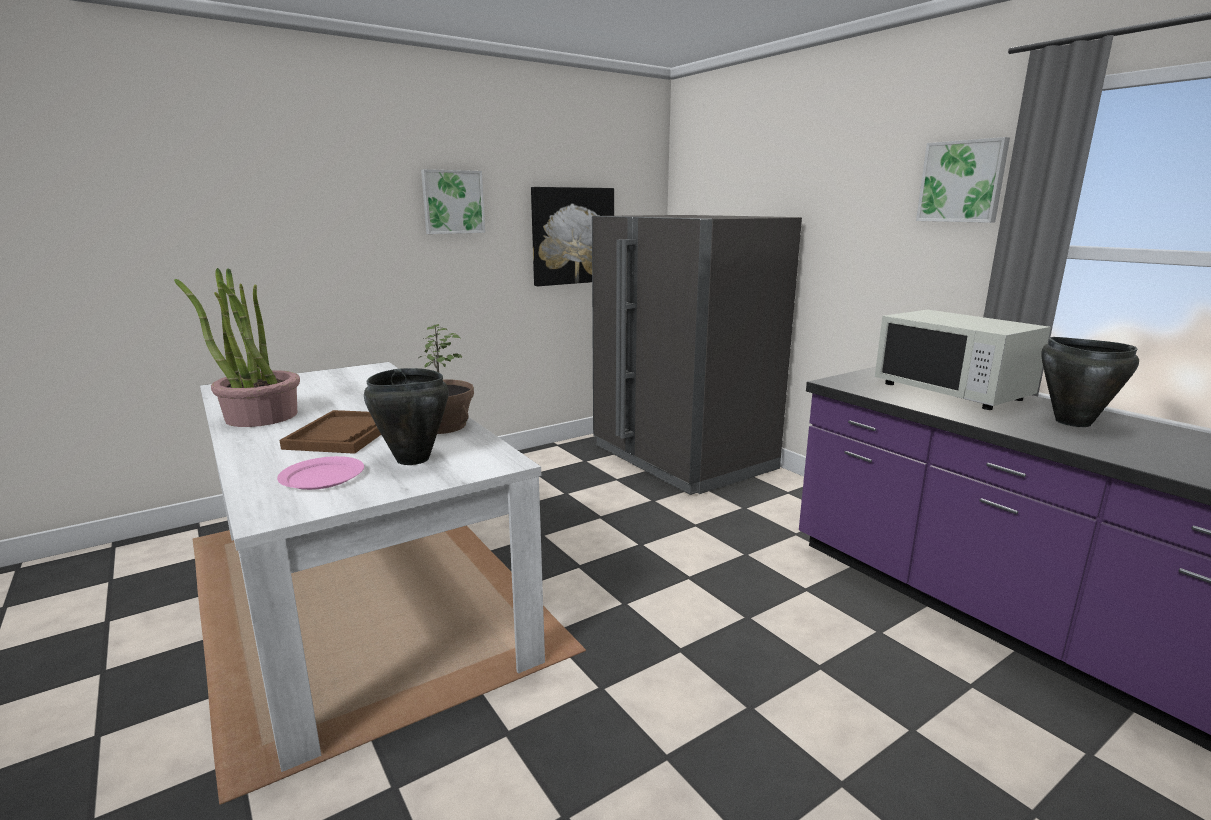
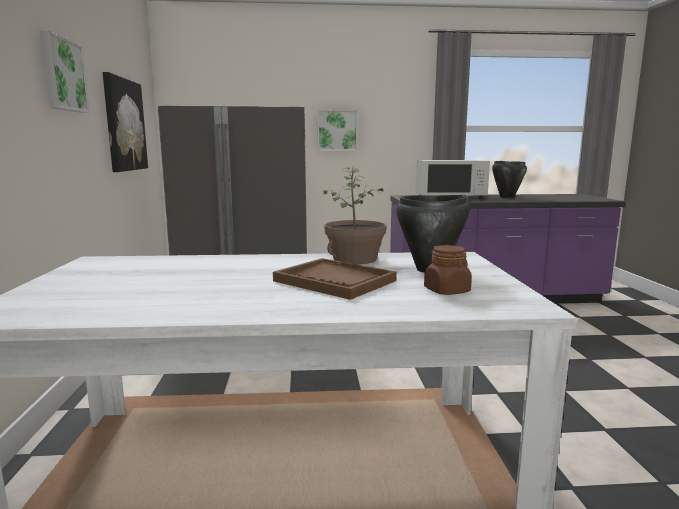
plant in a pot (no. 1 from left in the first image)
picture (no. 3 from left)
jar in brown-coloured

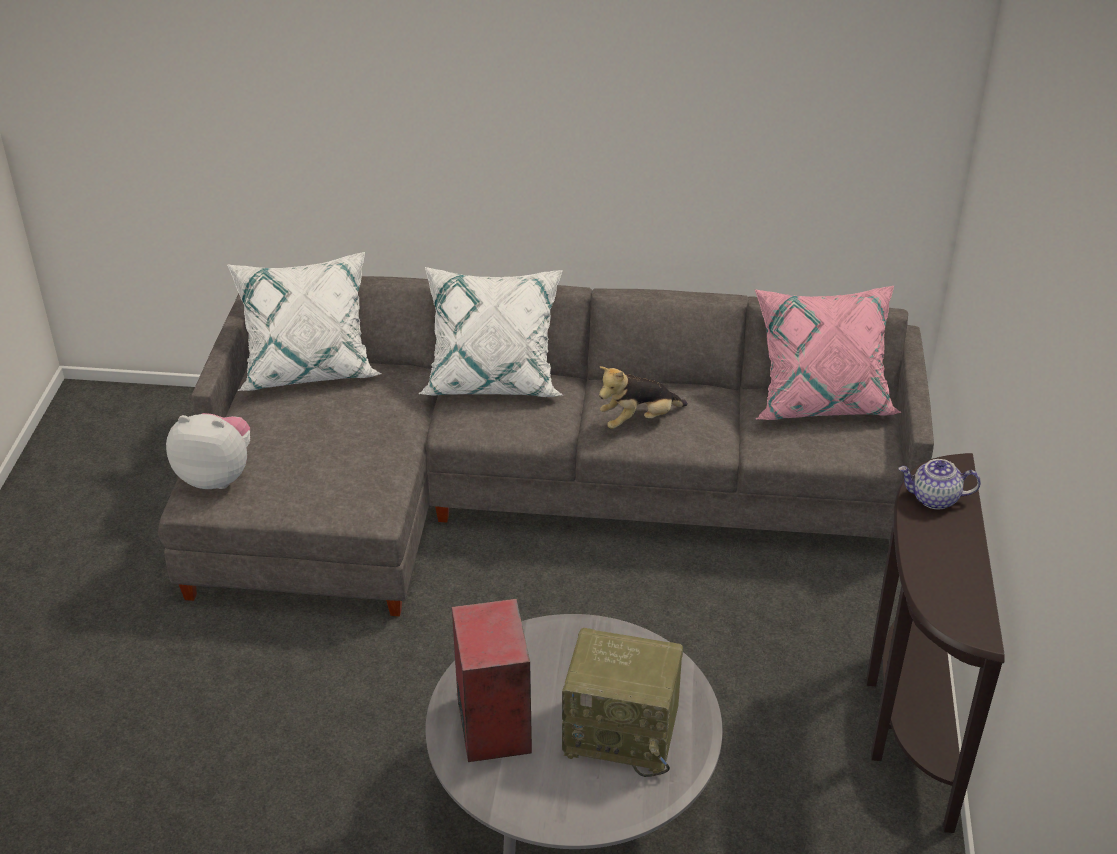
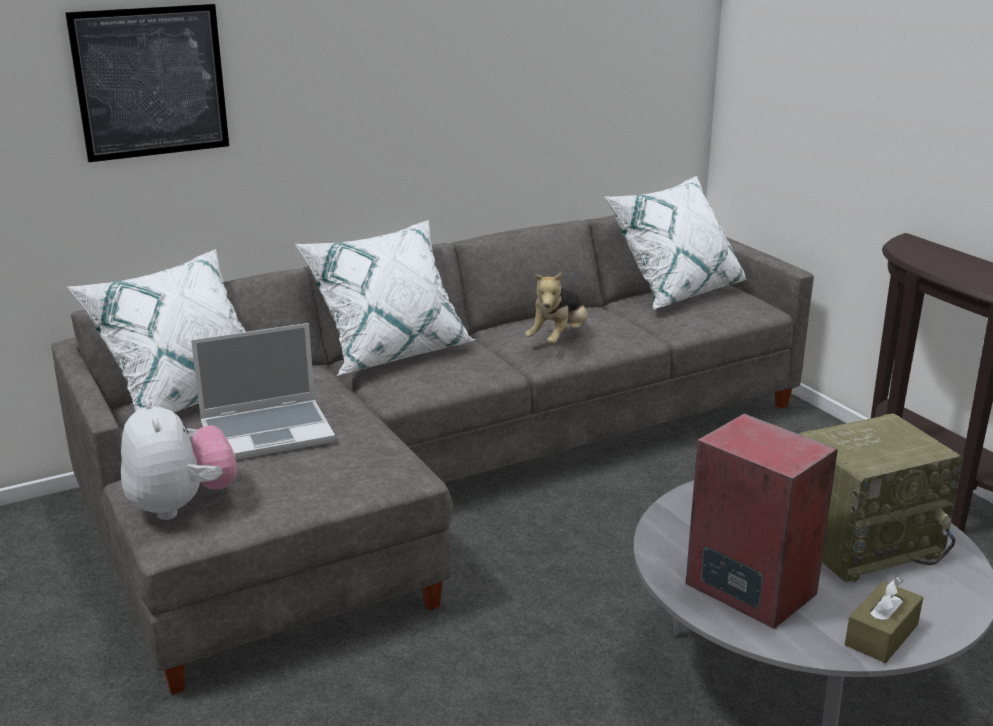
pot for tea
picture
portable computer
tissue box in brown-coloured
cushion in whitish (no. 3 from left)
soft toy (no. 1 from left)

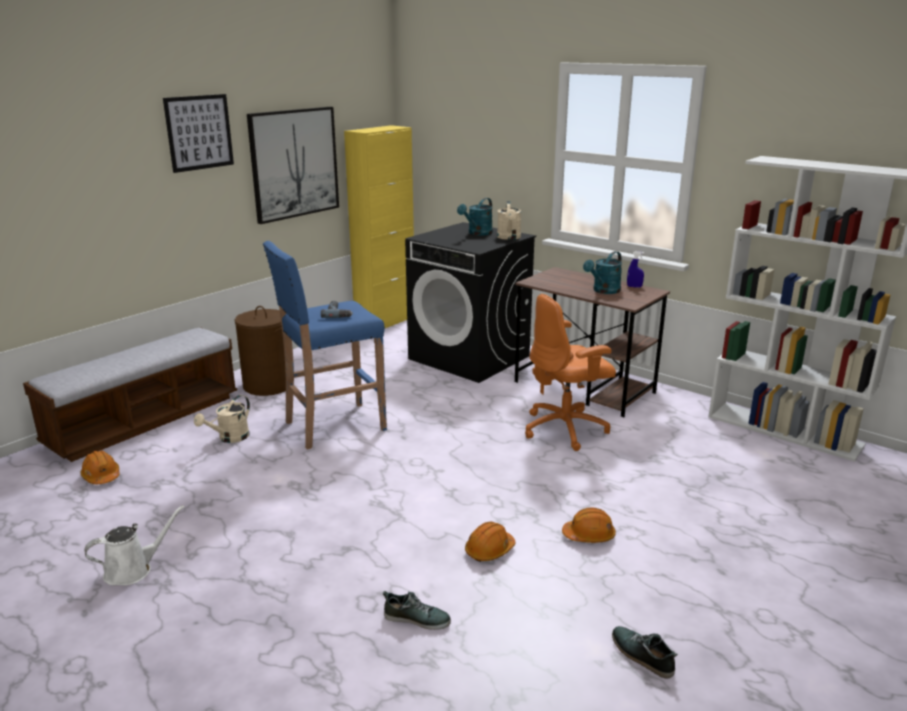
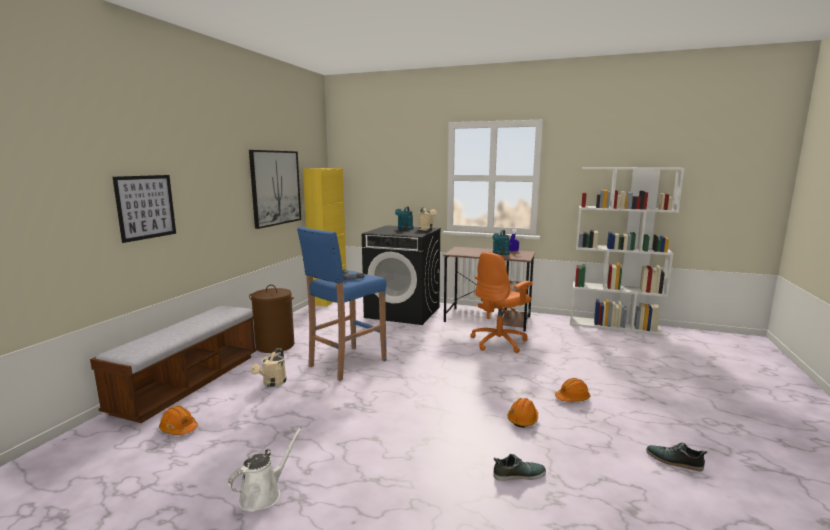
picture (no. 1 from left)

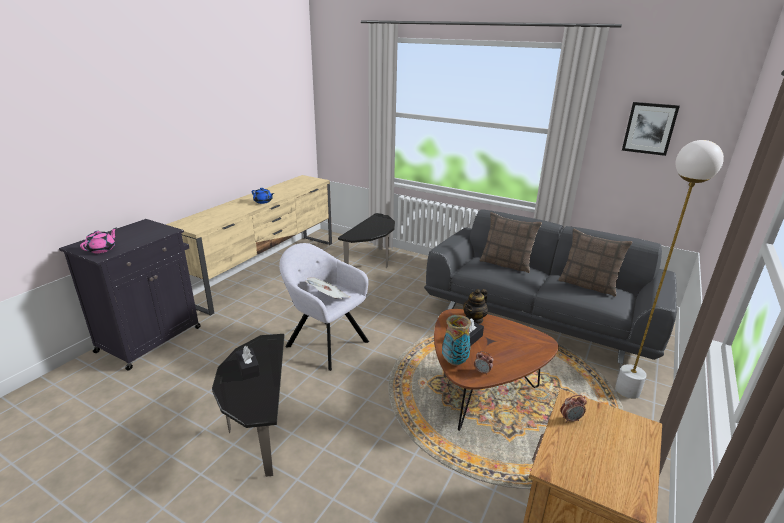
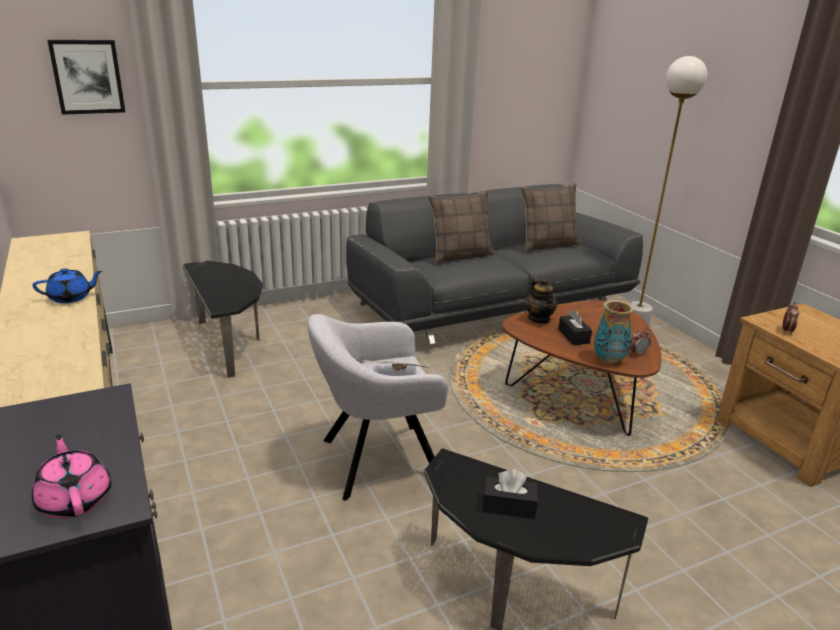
picture

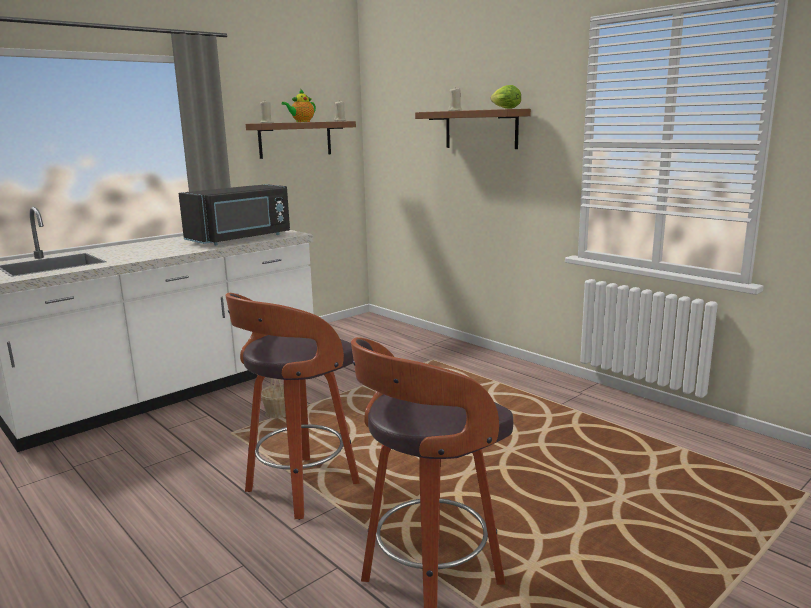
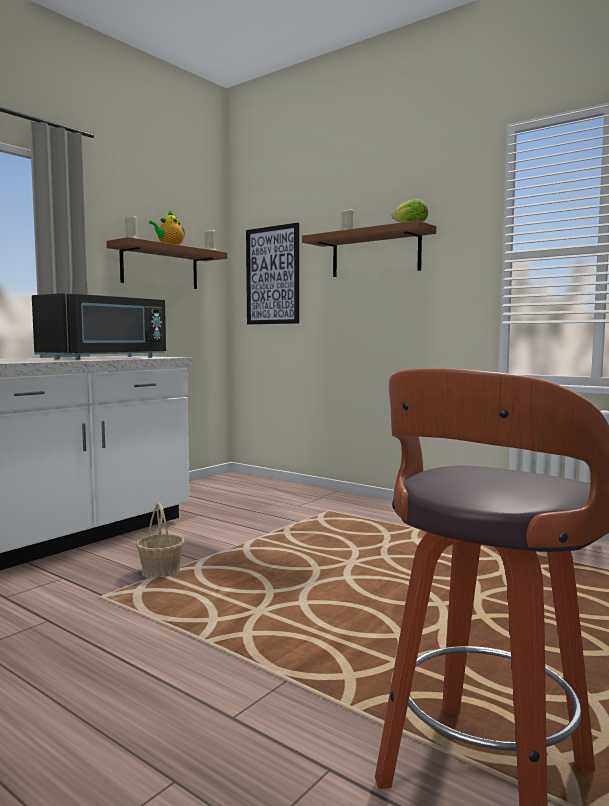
stool (no. 1 from left in the first image)
picture

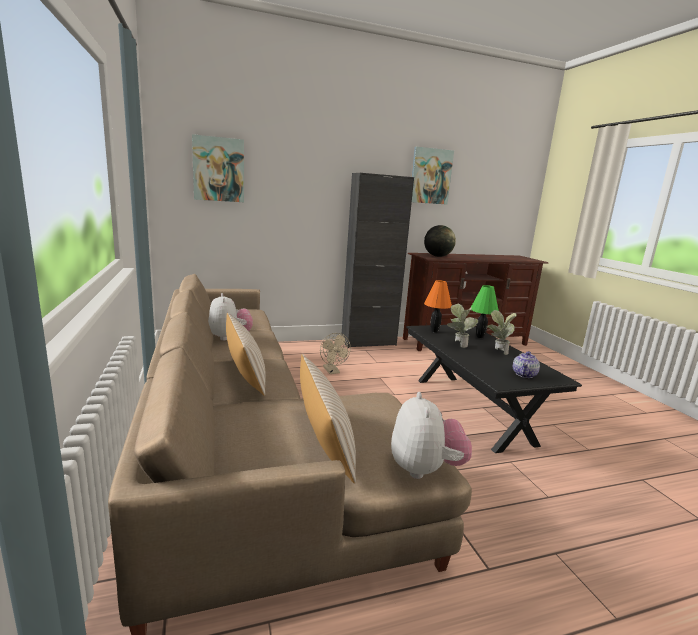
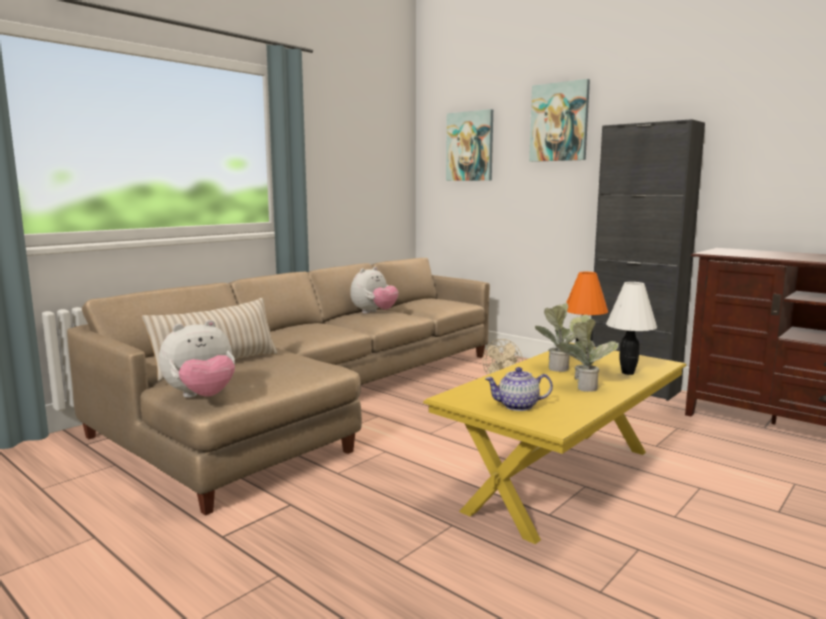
cushion in sand-coloured (no. 1 from left in the first image)
world globe
picture (no. 2 from left)
coffee table in yellowish
tabletop lamp in whitish

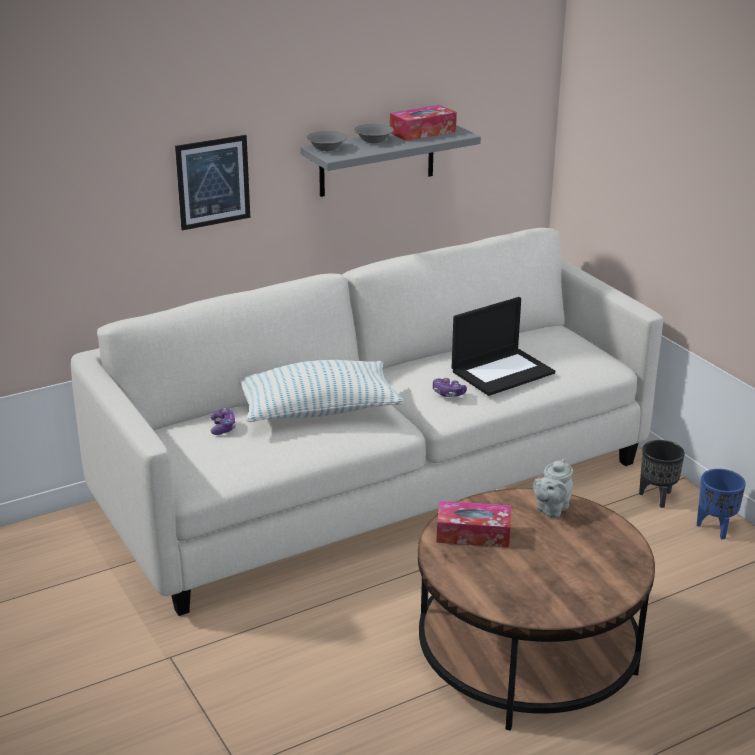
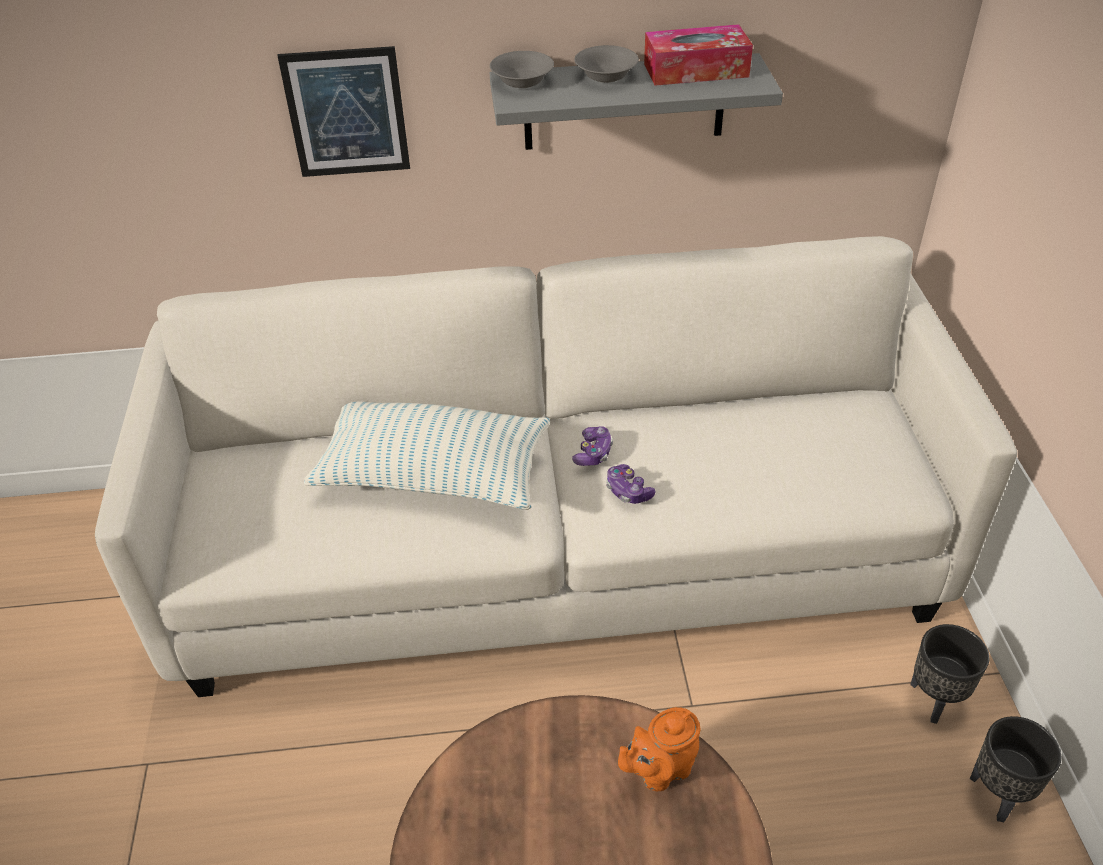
tissue box (no. 2 from left in the first image)
portable computer
gamepad (no. 1 from left)
pot for tea in orangey
plant pot in black-coloured (no. 2 from left)

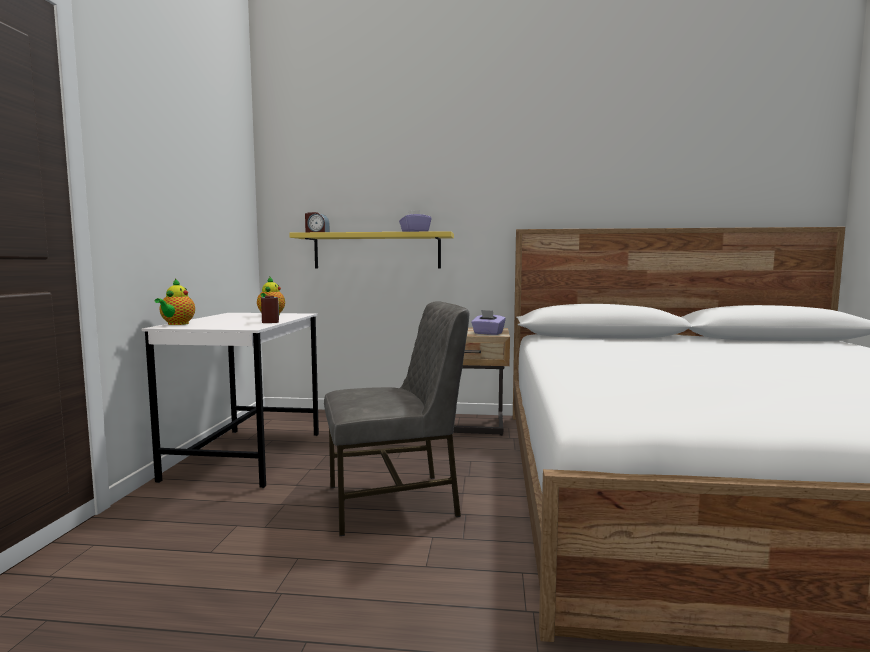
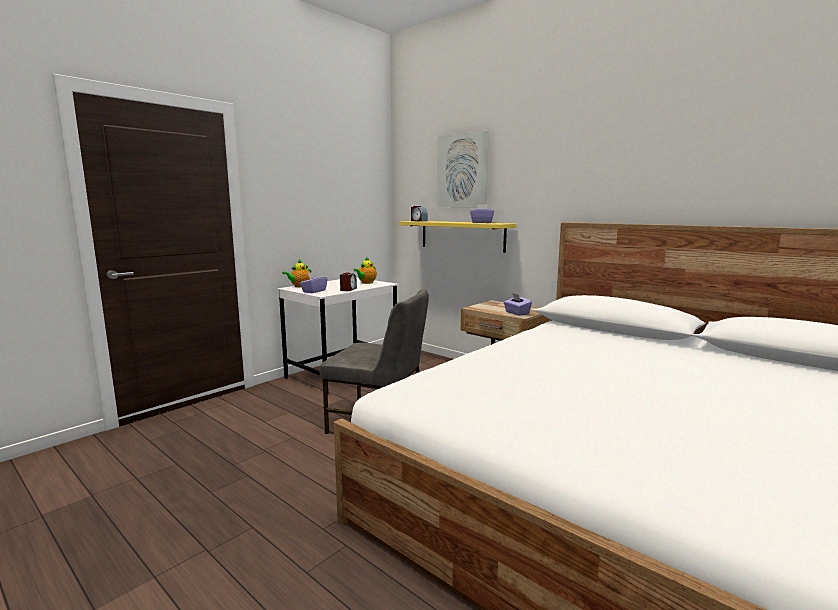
tissue box in purple (no. 1 from left)
picture

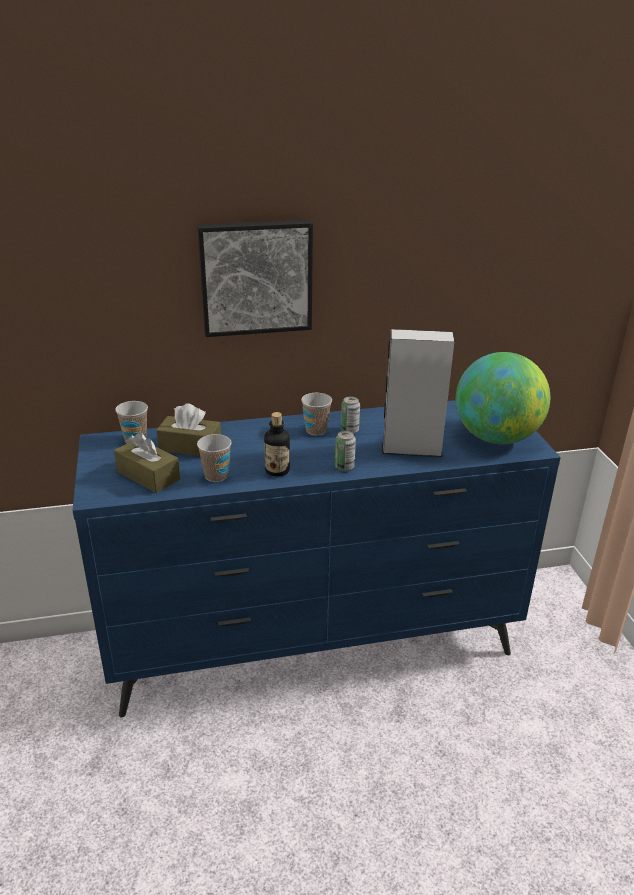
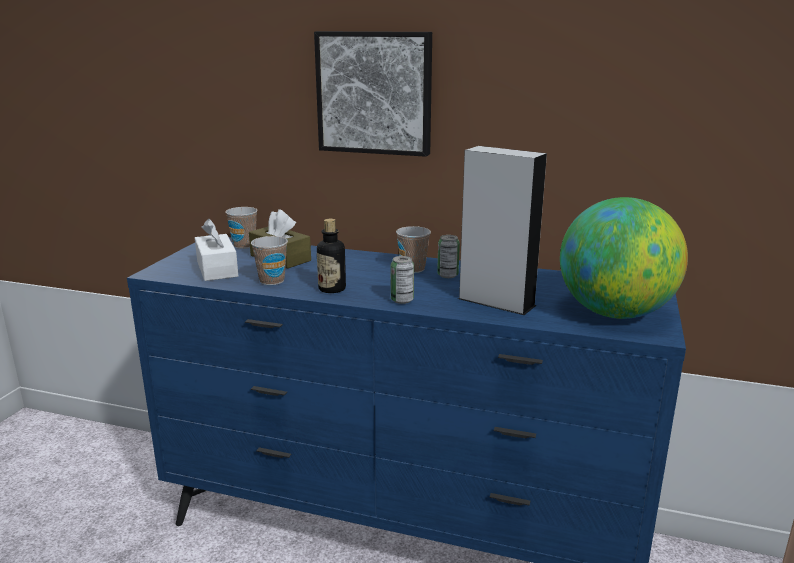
tissue box in whitish

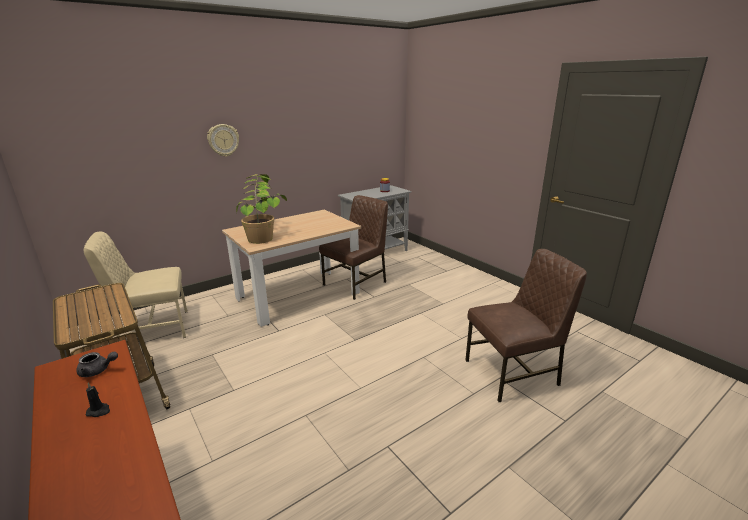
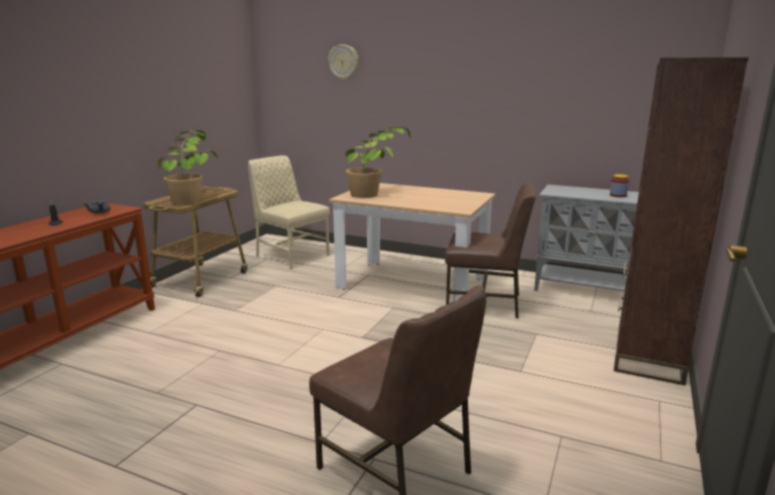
plant in a pot (no. 1 from left)
bookshelf in brown-coloured
clock on the wall

